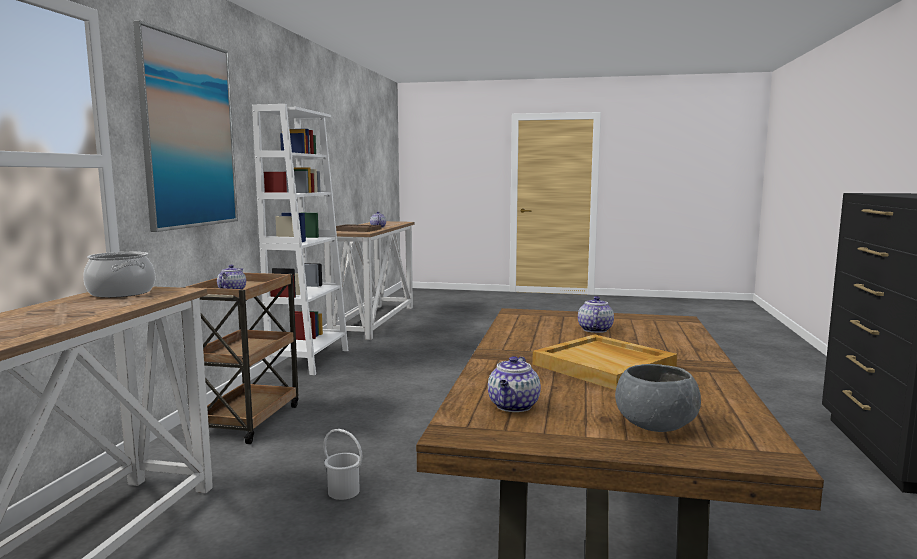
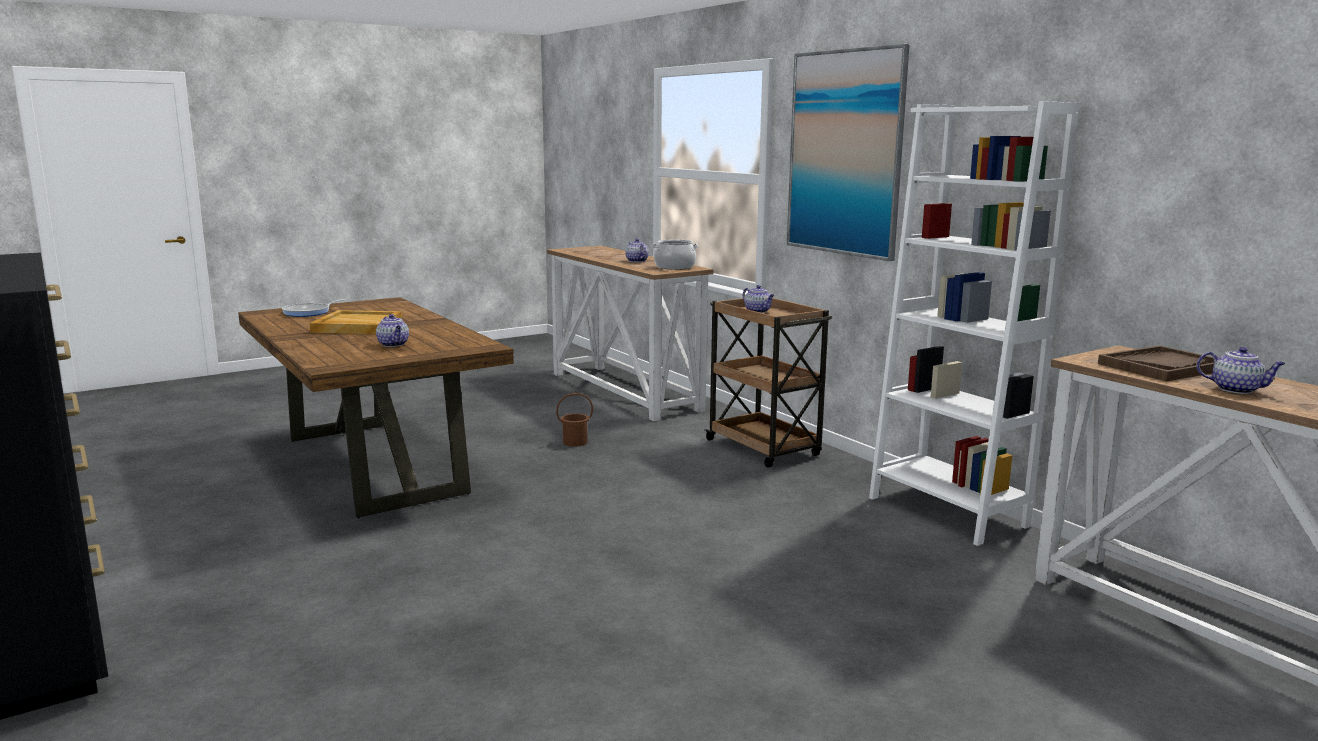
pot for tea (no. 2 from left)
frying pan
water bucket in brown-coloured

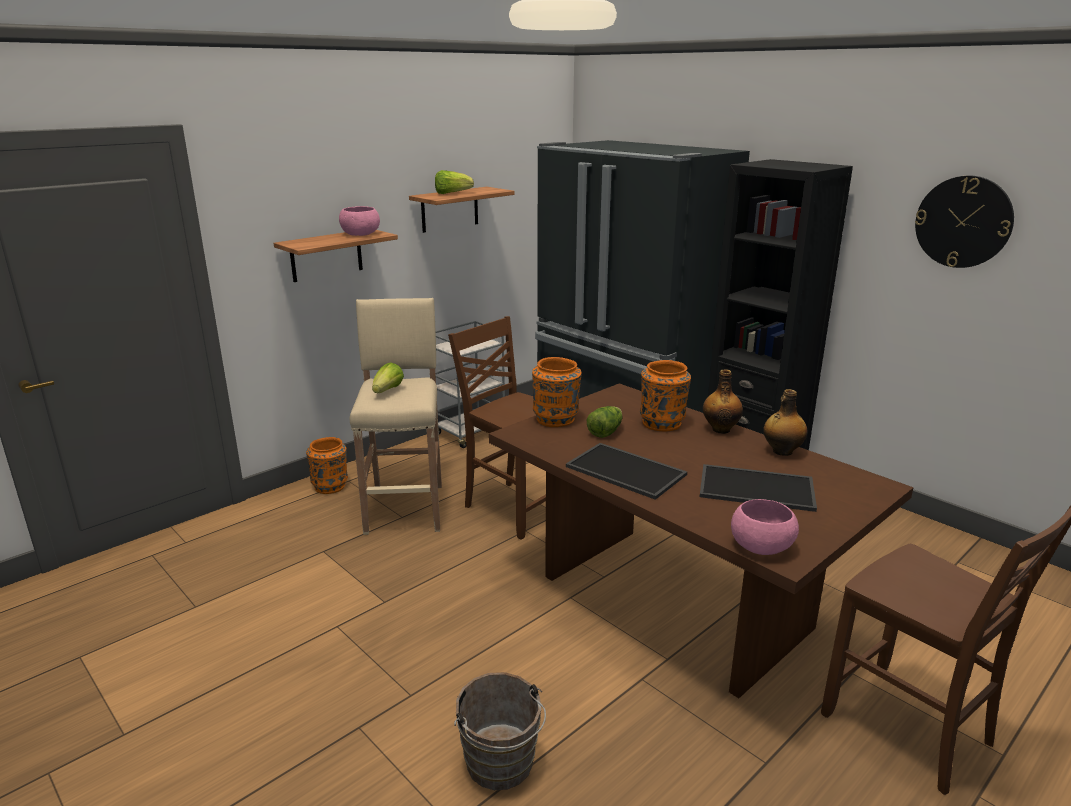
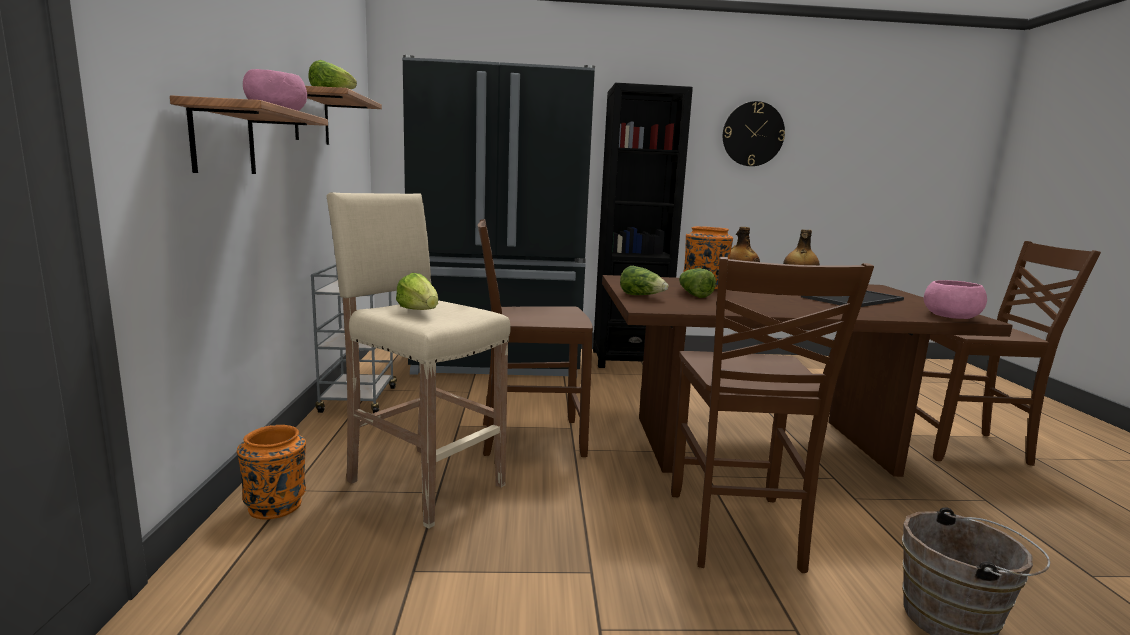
tray (no. 1 from left in the first image)
chair in brown-coloured (no. 2 from left)
head of lettuce (no. 3 from left)

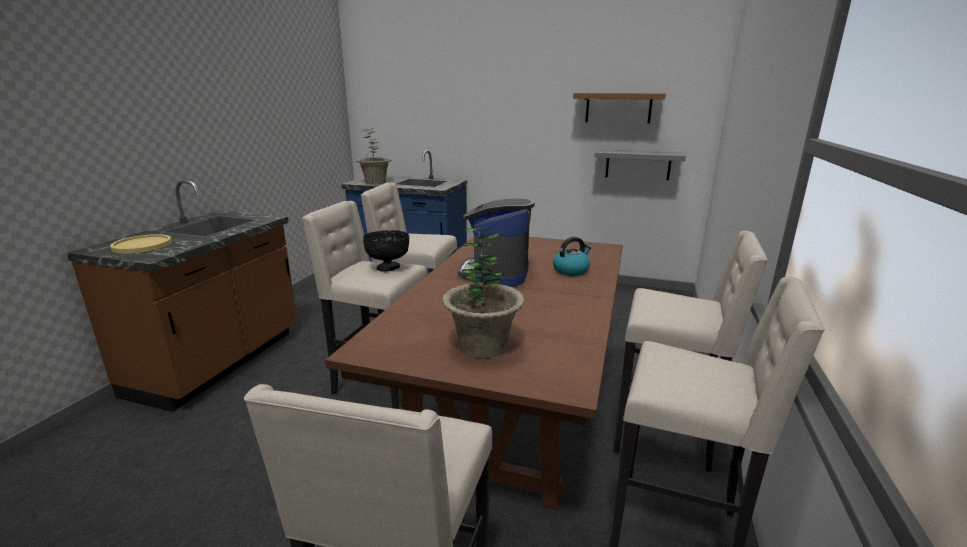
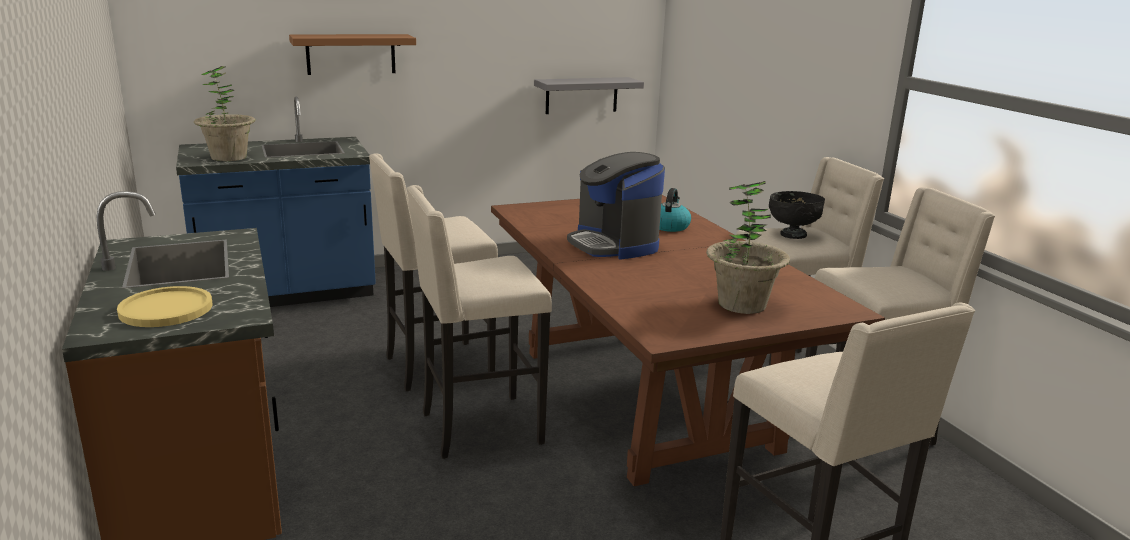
serving bowl in black-coloured
wall shelf in brown-coloured

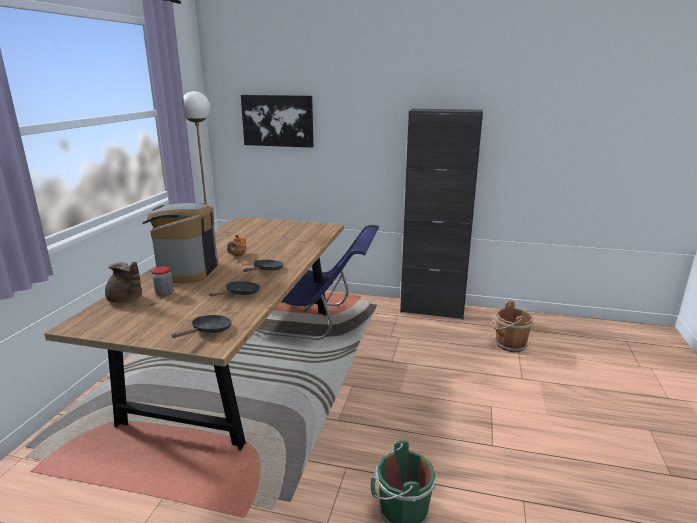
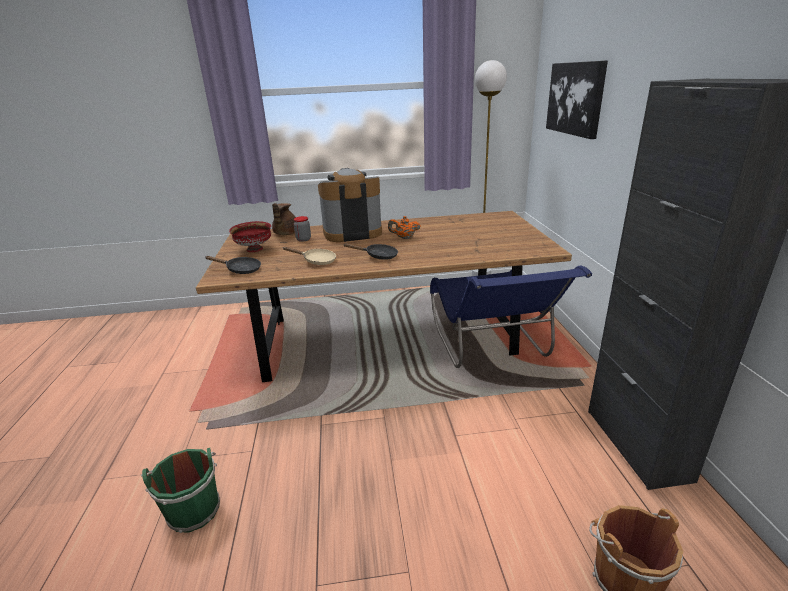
serving bowl in reddish
frying pan in sand-coloured

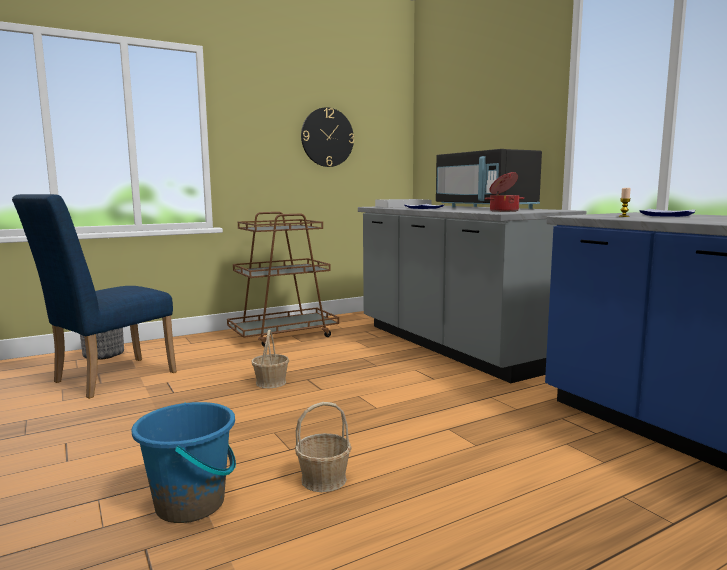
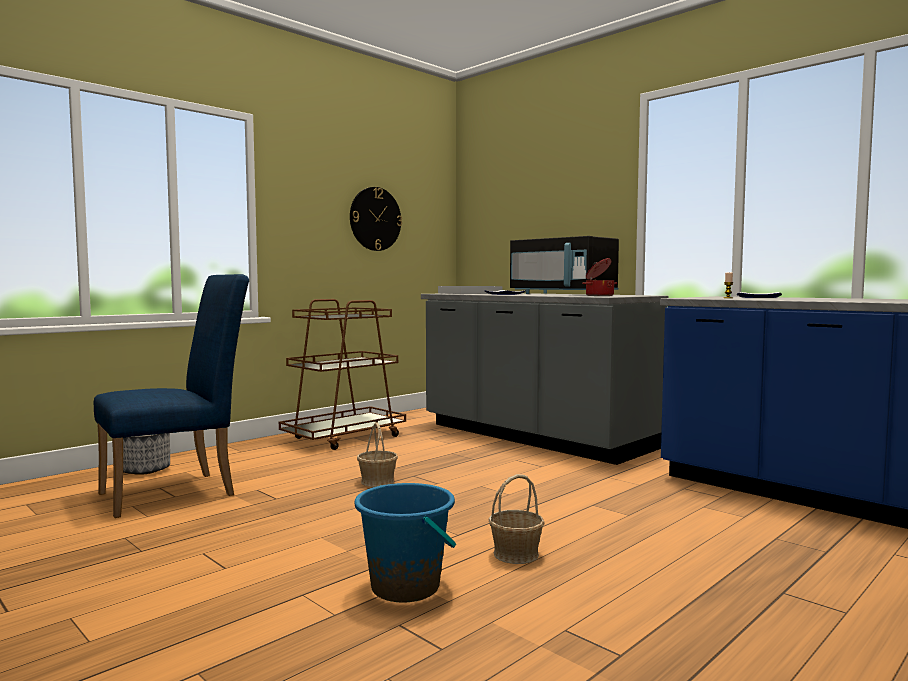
chair in blue

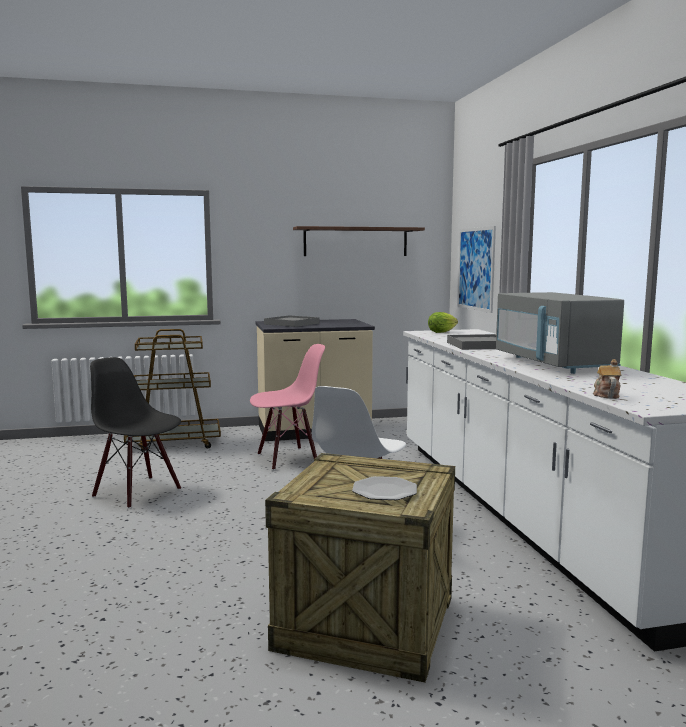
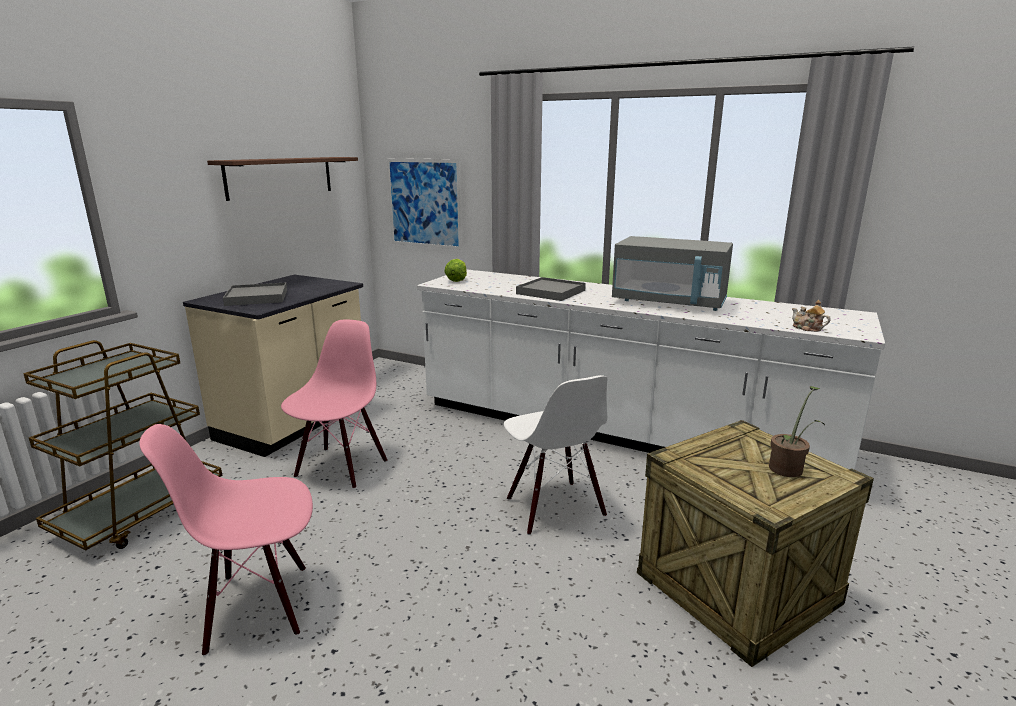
plant in a pot
chair in pink-coloured (no. 1 from left)

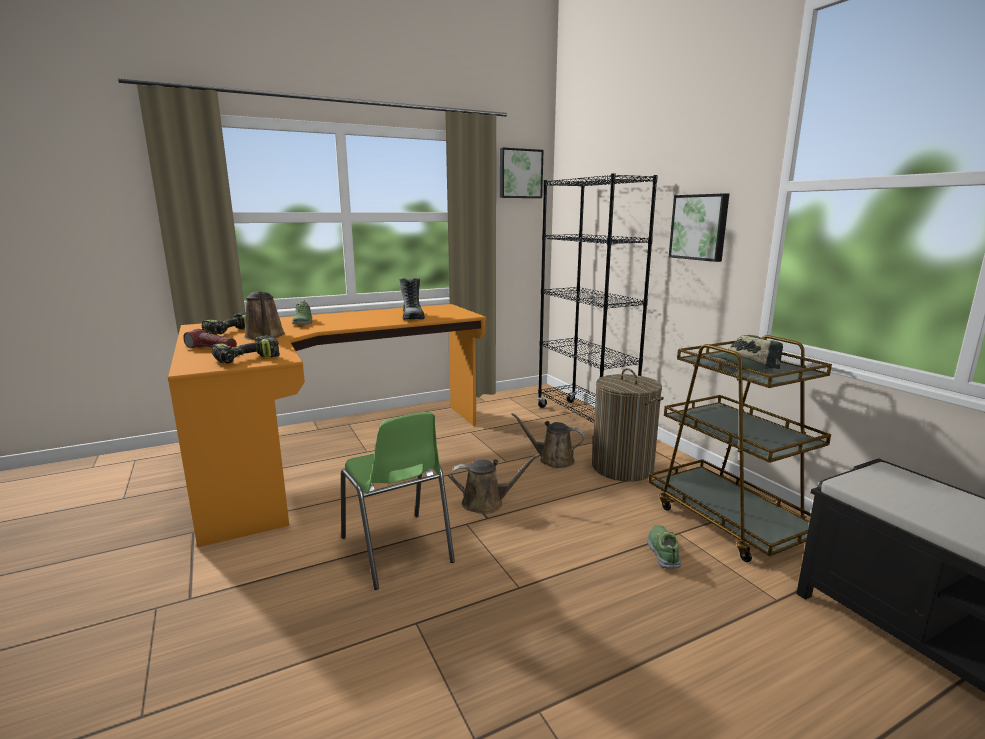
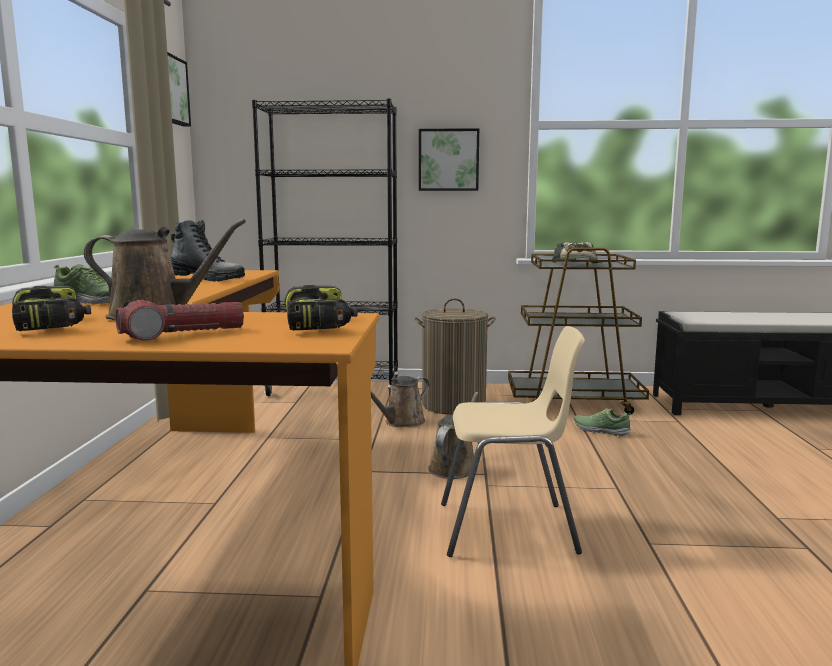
chair in sand-coloured

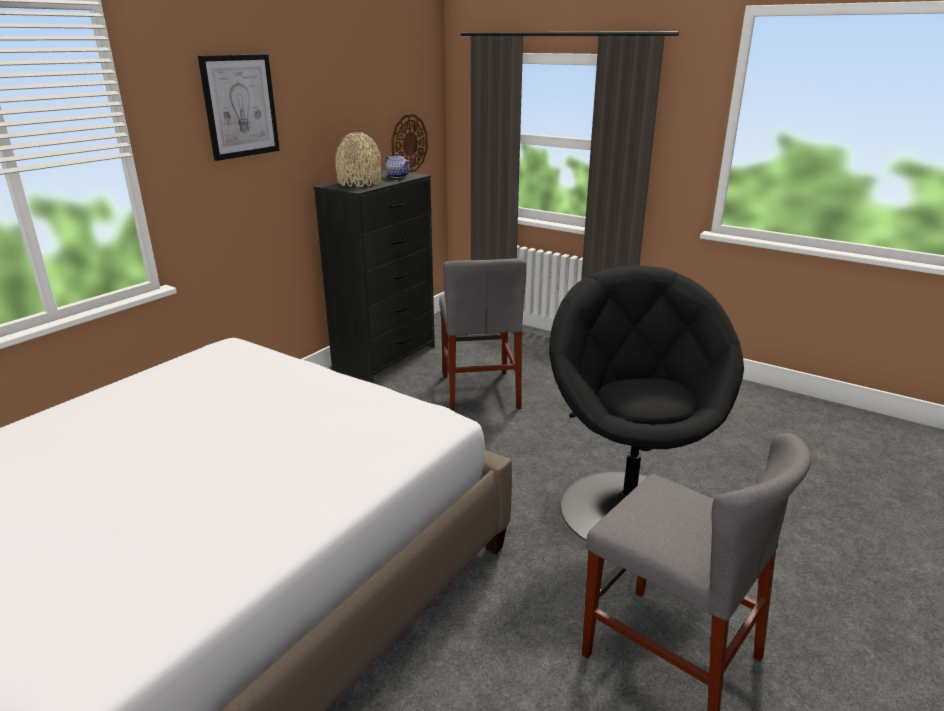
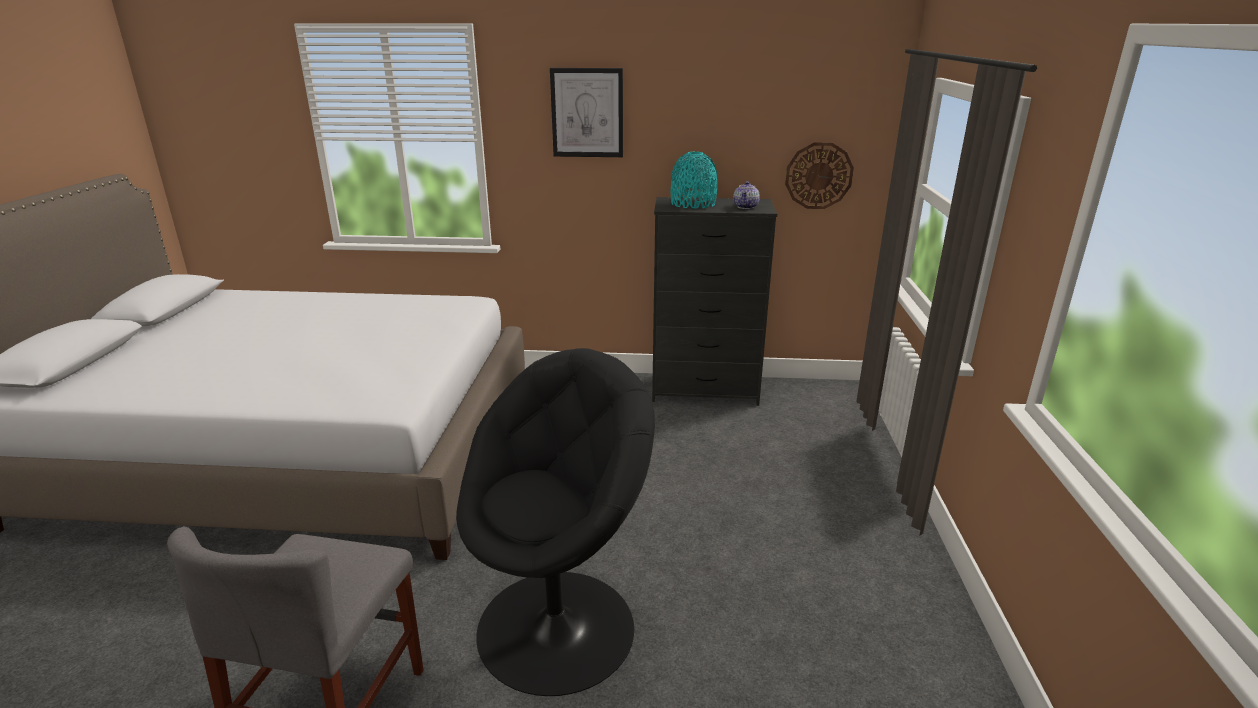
chair in grey (no. 1 from left in the first image)
vase in turquoise-coloured

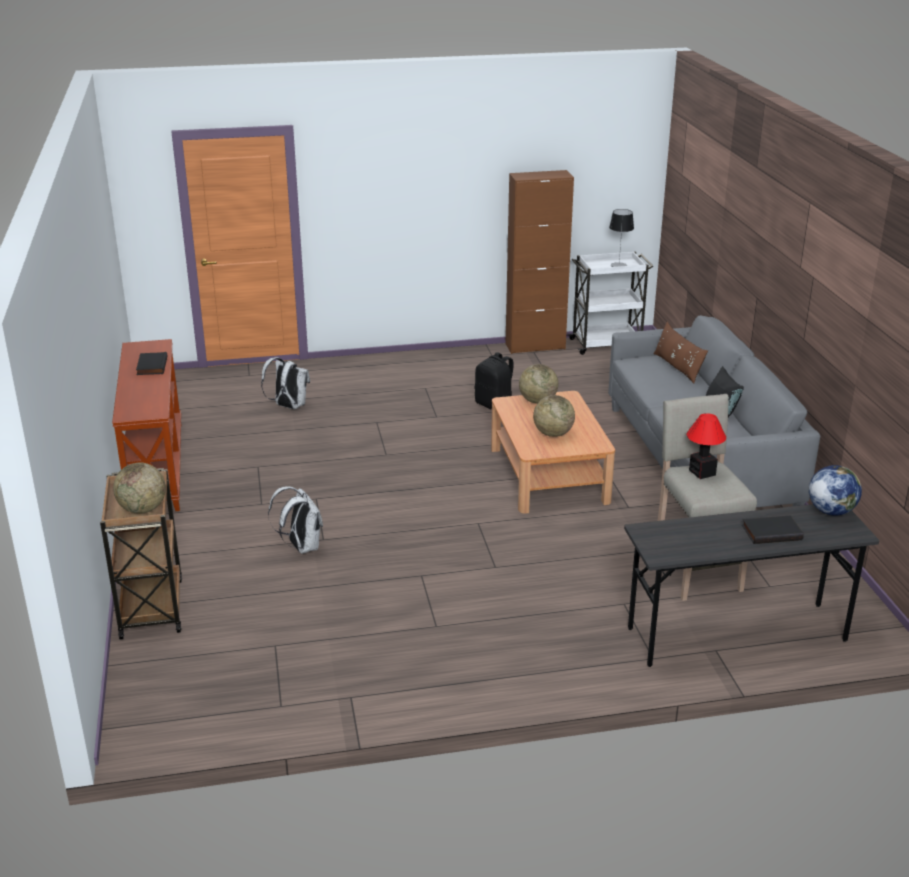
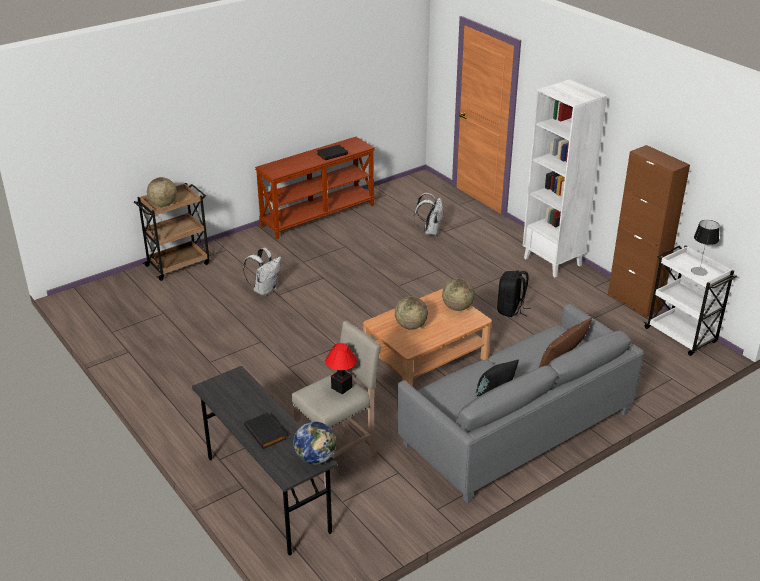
bookshelf in whitish

